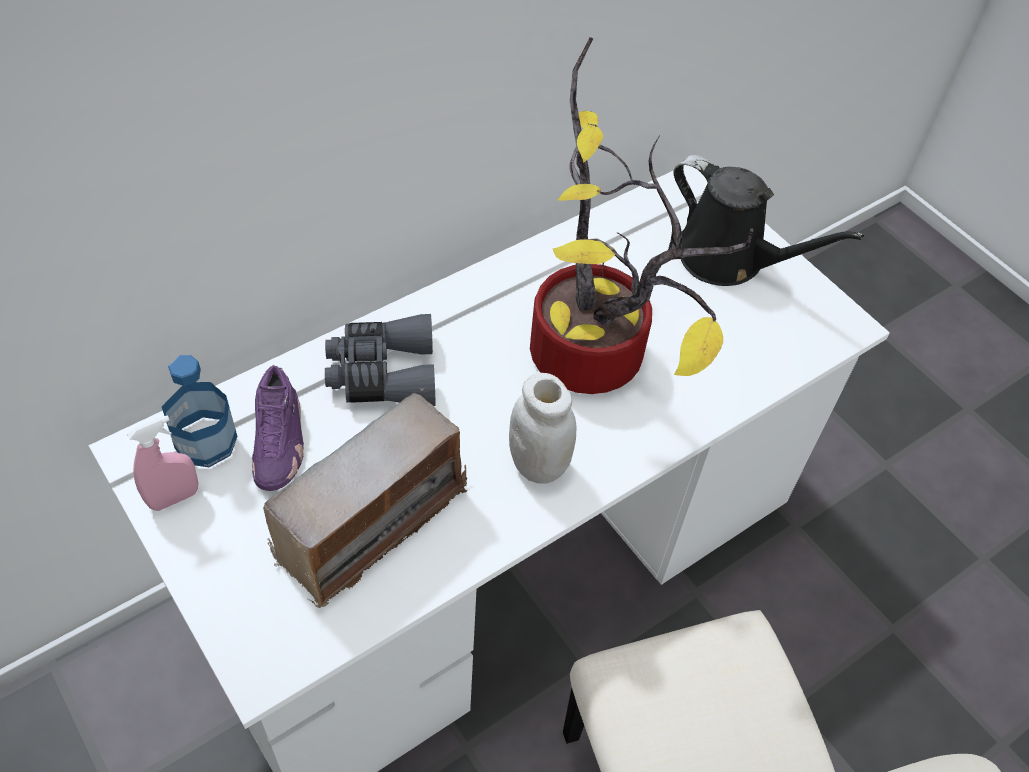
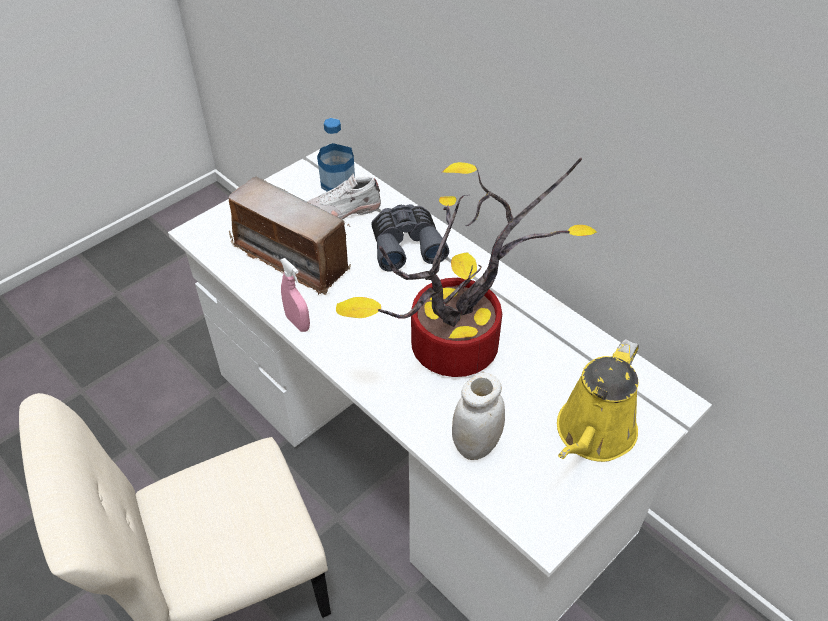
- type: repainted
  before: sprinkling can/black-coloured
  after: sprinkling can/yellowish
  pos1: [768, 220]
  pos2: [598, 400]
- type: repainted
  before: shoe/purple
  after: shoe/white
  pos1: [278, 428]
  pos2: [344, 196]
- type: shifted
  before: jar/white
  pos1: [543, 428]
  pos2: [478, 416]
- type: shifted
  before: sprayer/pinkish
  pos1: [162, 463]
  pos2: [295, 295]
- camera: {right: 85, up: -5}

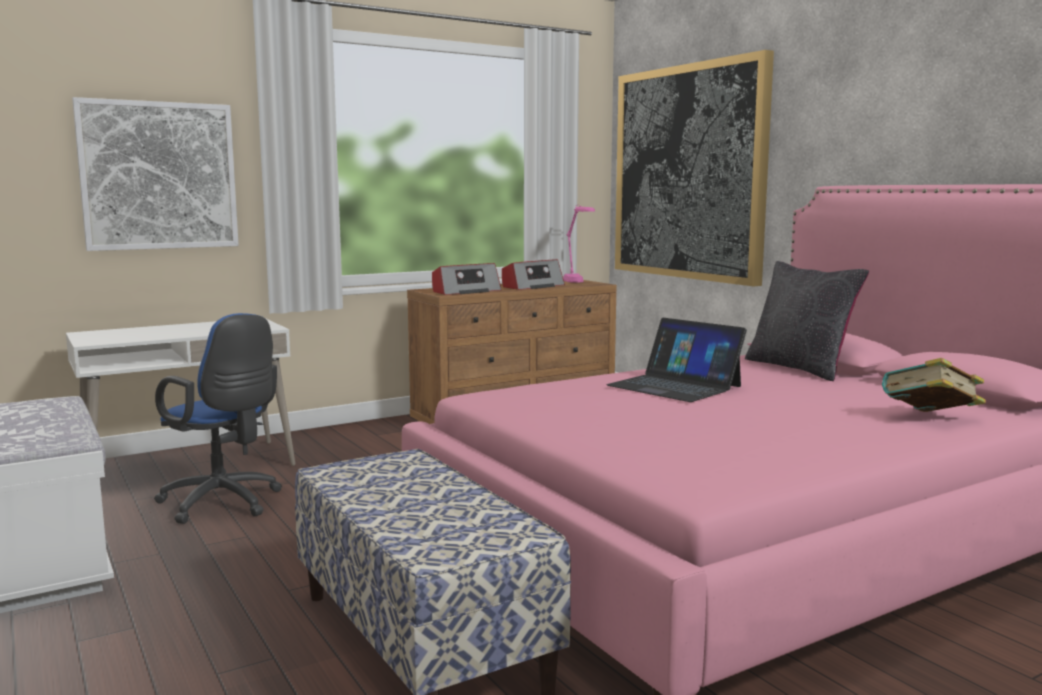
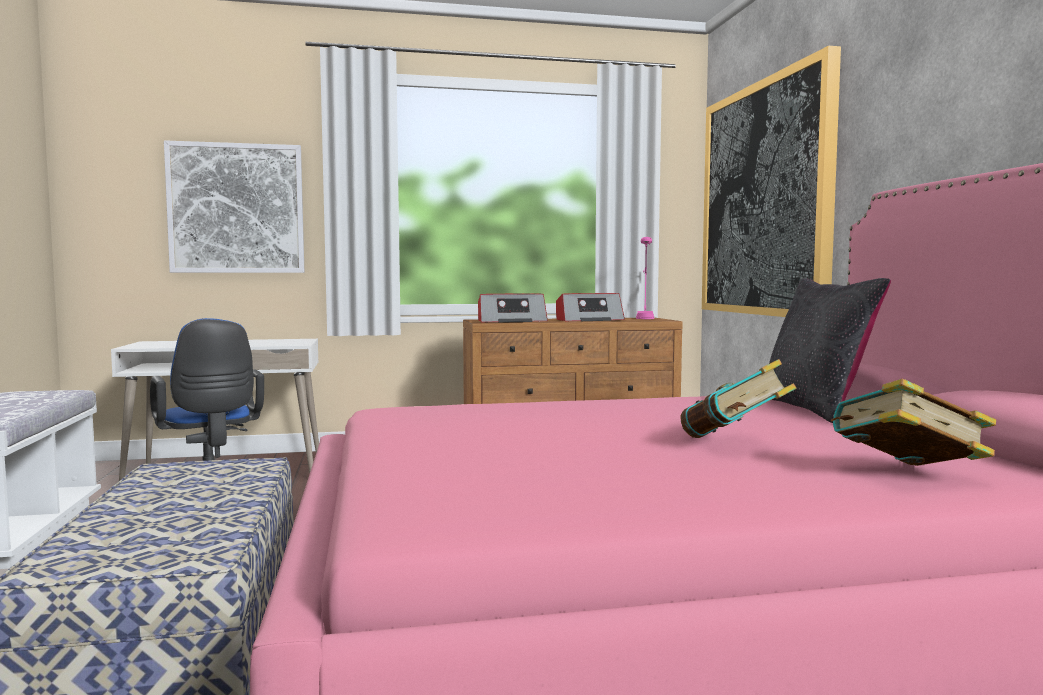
- type: gone
  before: notebook computer
  pos1: [677, 360]
- type: new
  after: book
  pos2: [738, 398]
- camera: {right: 20, up: -5}

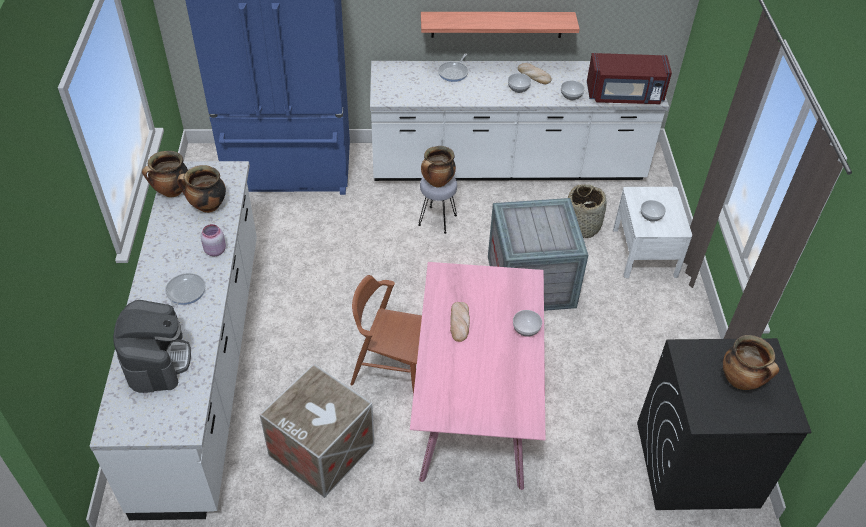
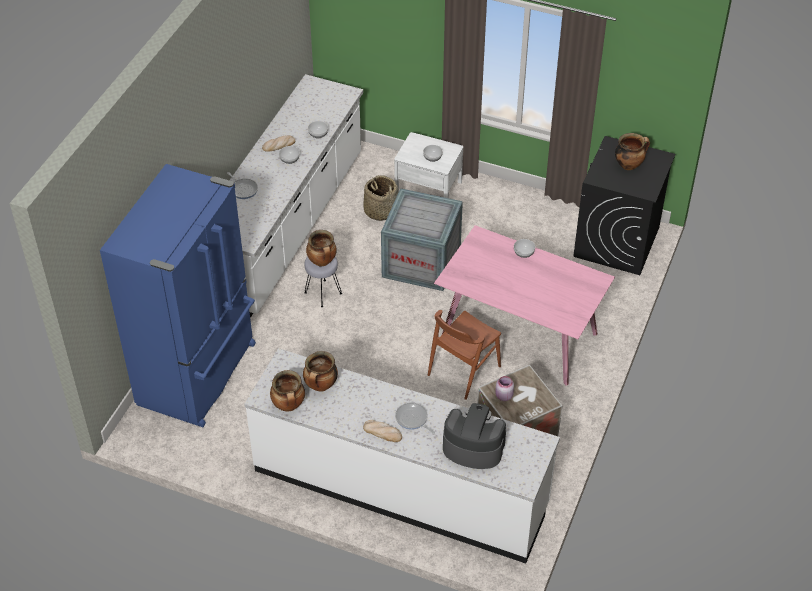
- type: gone
  before: wall shelf
  pos1: [500, 25]
- type: gone
  before: microwave/red-coloured
  pos1: [629, 78]
- type: shifted
  before: jar/pinkish
  pos1: [213, 240]
  pos2: [504, 388]
- type: shifted
  before: bakery bread
  pos1: [460, 322]
  pos2: [382, 431]
- camera: {right: -65, up: 0}

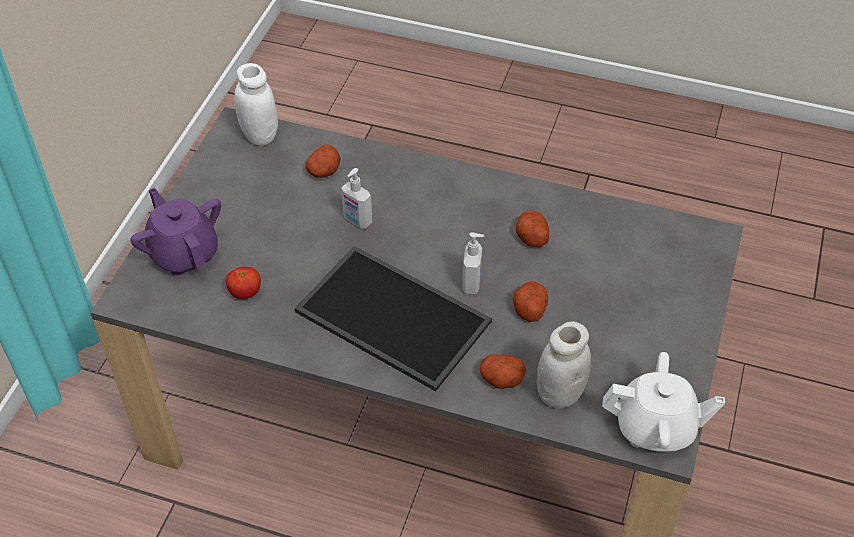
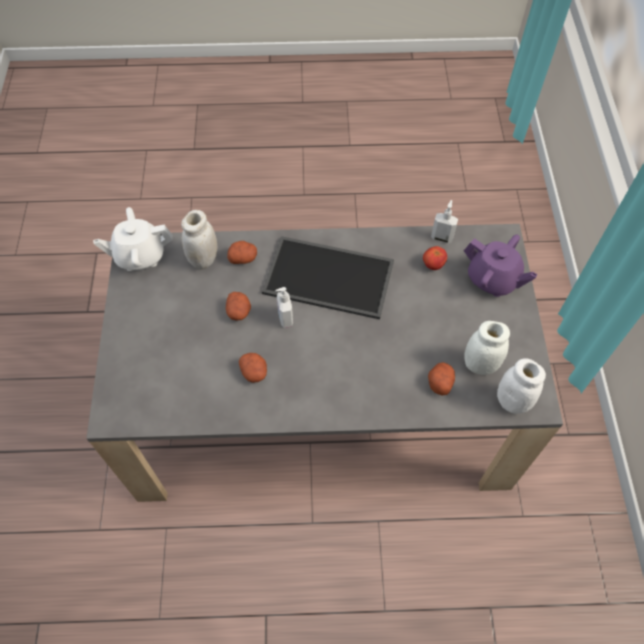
- type: shifted
  before: liquid soap bottle
  pos1: [356, 198]
  pos2: [444, 221]
- type: new
  after: jar/white
  pos2: [487, 348]
- camera: {right: 160, up: 10}

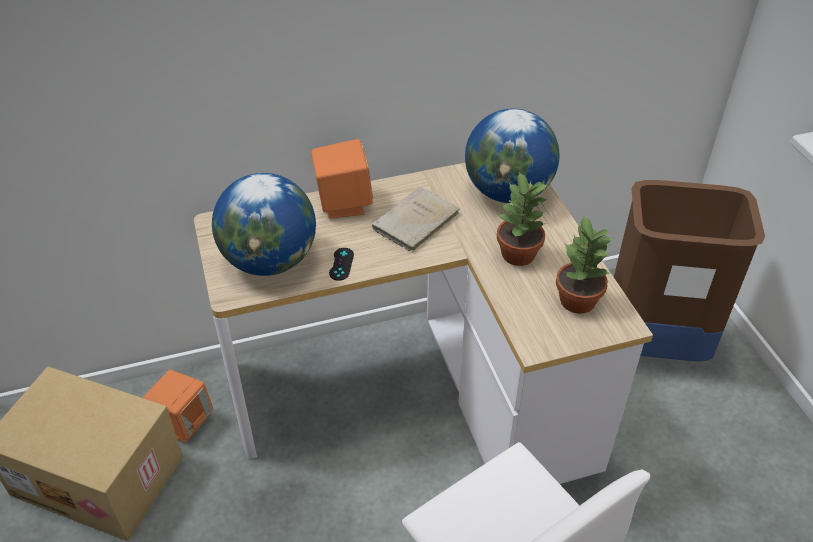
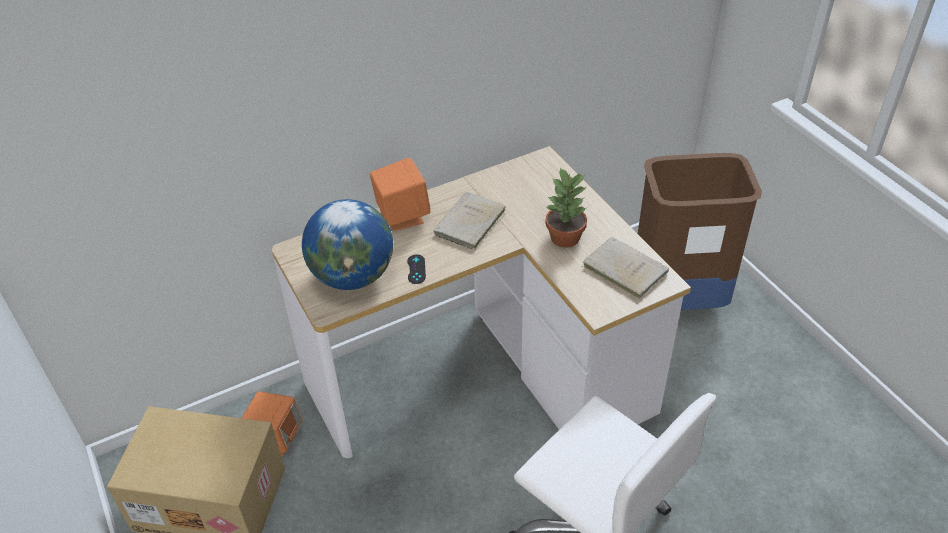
- type: gone
  before: world globe
  pos1: [512, 156]
- type: swapped
  before: potted plant
  after: book/beige
  pos1: [585, 265]
  pos2: [625, 268]
- camera: {right: -10, up: 0}

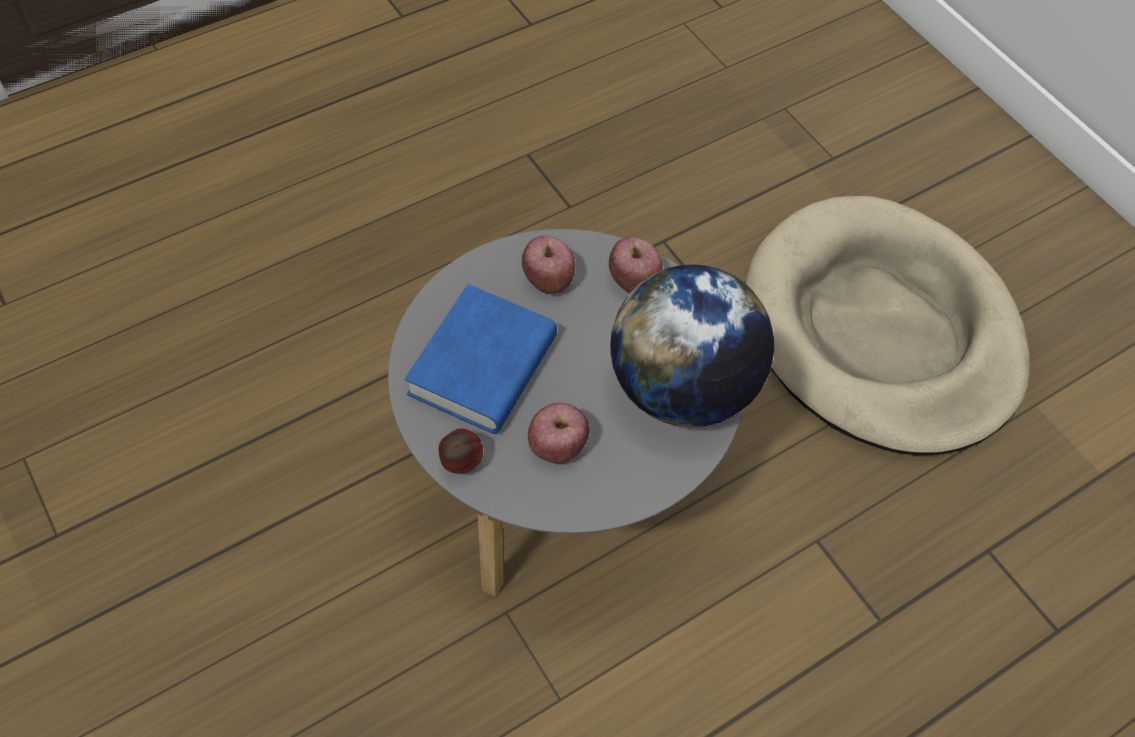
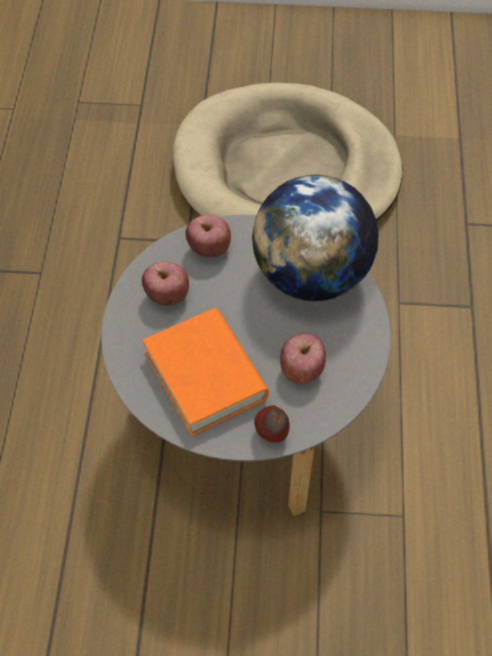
- type: repainted
  before: book/blue
  after: book/orangey
  pos1: [481, 359]
  pos2: [205, 372]
- camera: {right: -50, up: 0}

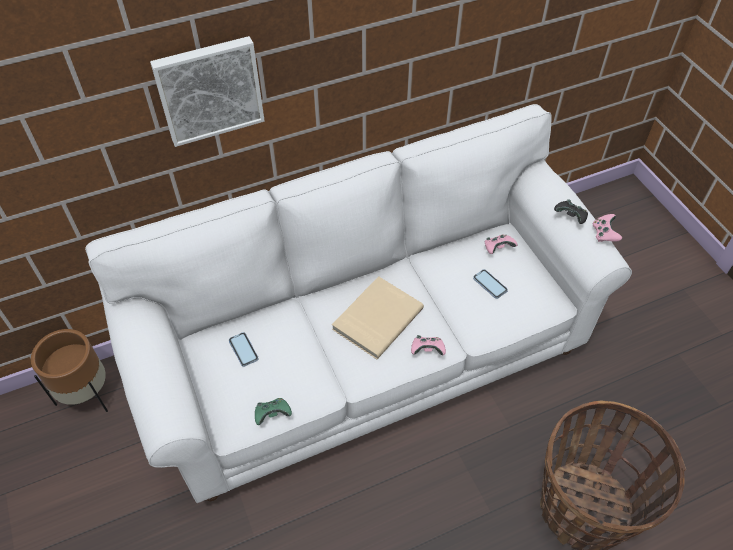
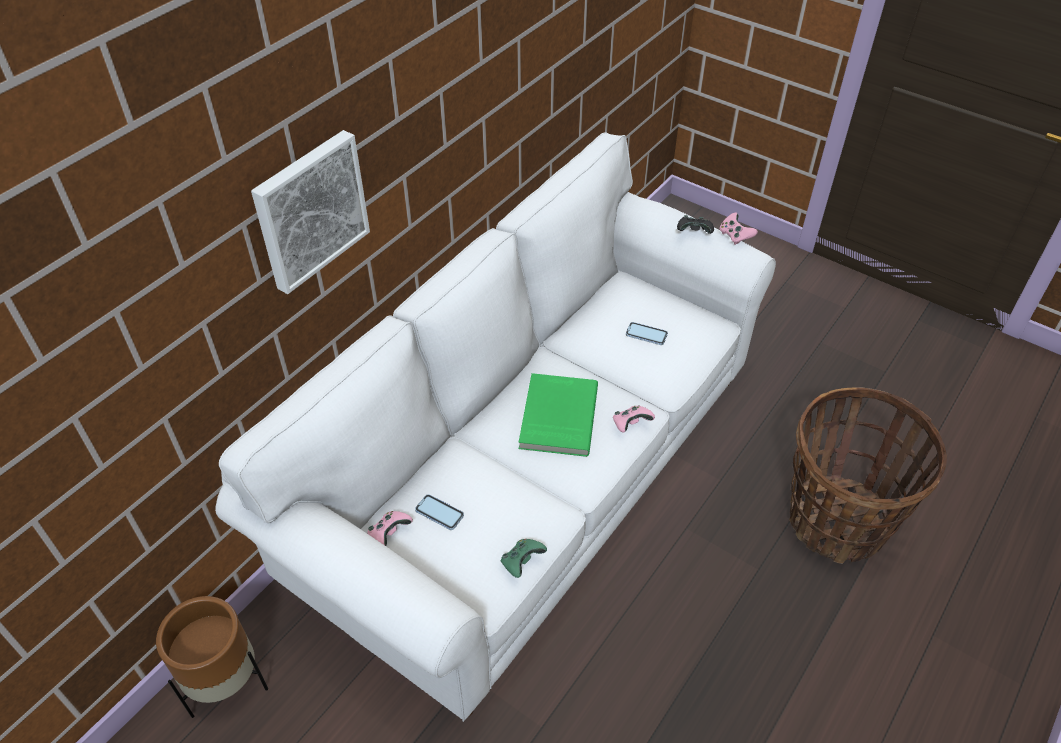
- type: shifted
  before: game controller/pinkish
  pos1: [500, 244]
  pos2: [390, 528]
- type: repainted
  before: book/beige
  after: book/green
  pos1: [378, 317]
  pos2: [558, 415]
- camera: {right: -30, up: -5}

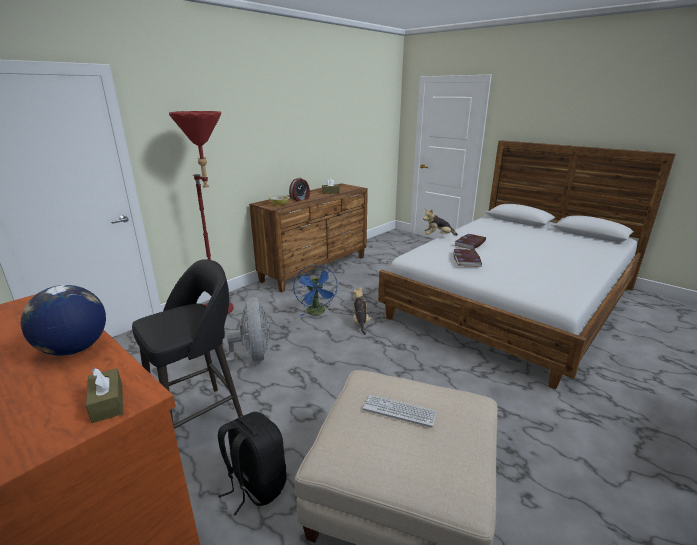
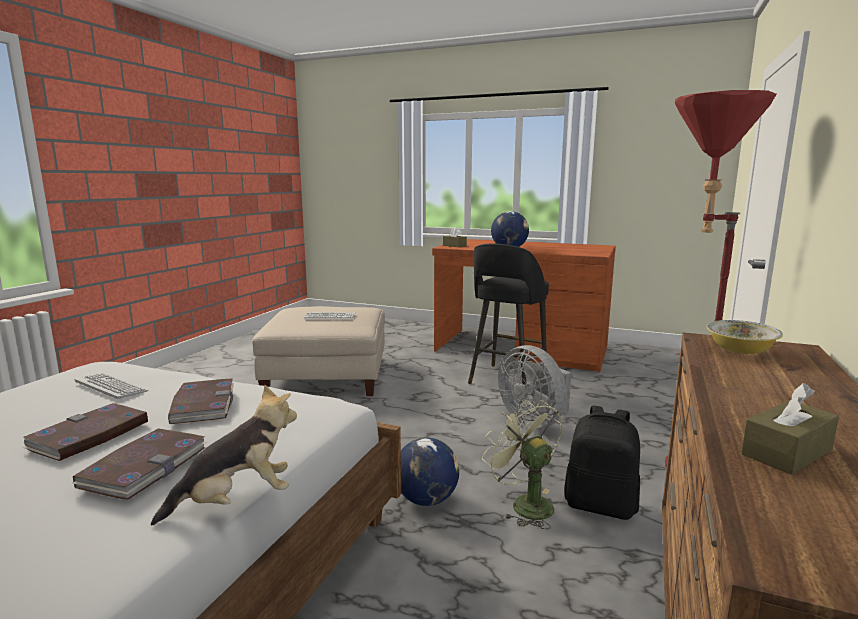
- type: gone
  before: bedside clock
  pos1: [299, 189]
- type: repainted
  before: fan/blue
  after: fan/green
  pos1: [315, 290]
  pos2: [522, 464]
- type: swapped
  before: soft toy
  after: world globe
  pos1: [362, 311]
  pos2: [430, 472]
- type: shifted
  before: rucksack/black-coloured
  pos1: [252, 464]
  pos2: [602, 463]
- type: new
  after: keyboard
  pos2: [112, 386]
- type: new
  after: book
  pos2: [85, 432]
- camera: {right: 160, up: -10}

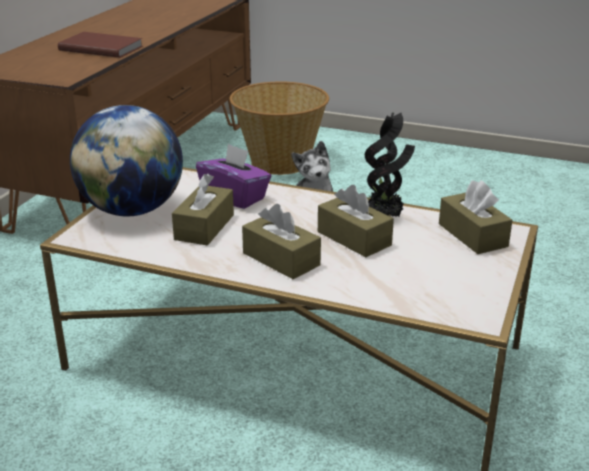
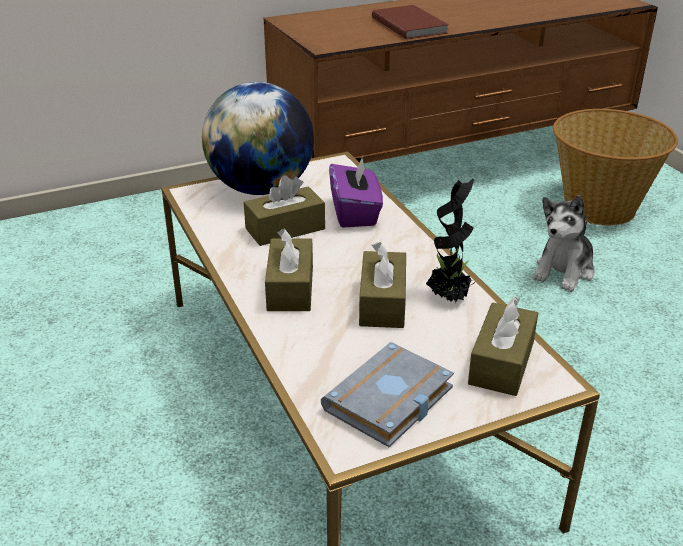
- type: new
  after: book/greyish
  pos2: [387, 394]
- camera: {right: 45, up: 5}

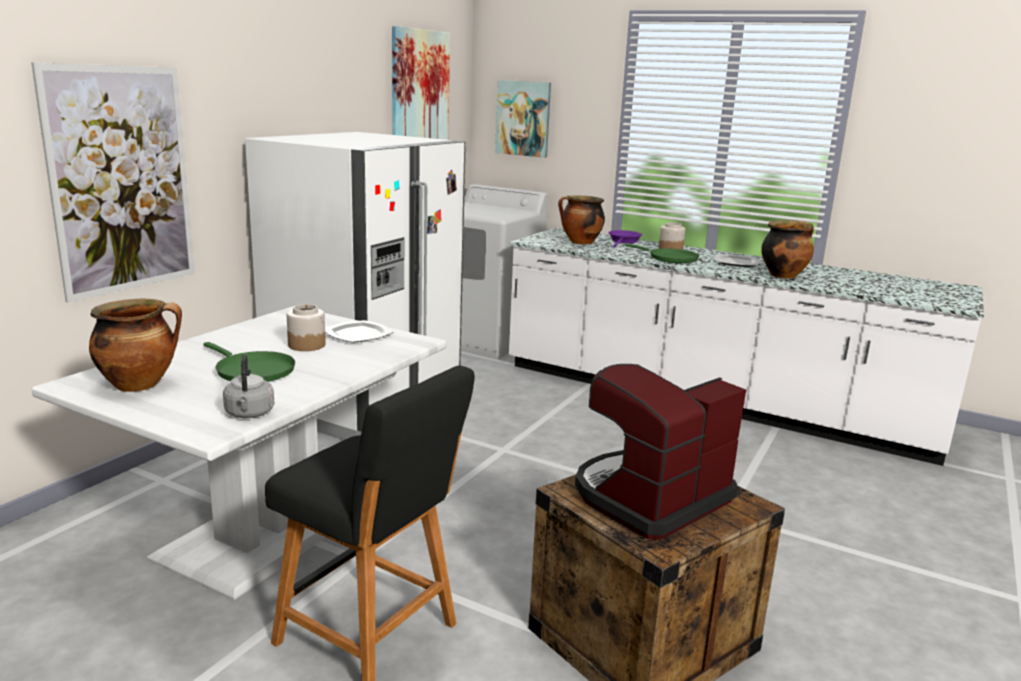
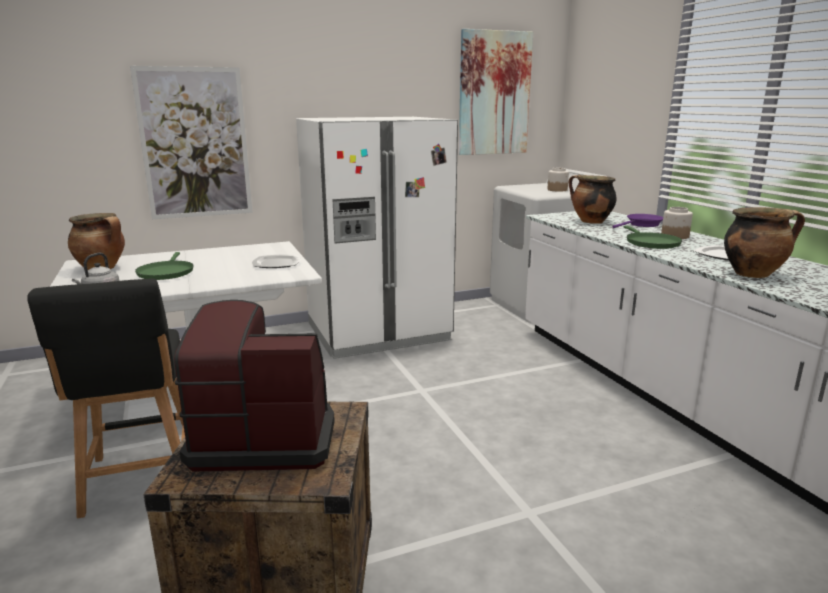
- type: gone
  before: wall picture
  pos1: [523, 119]
- type: shifted
  before: jar
  pos1: [306, 327]
  pos2: [558, 180]
- camera: {right: 40, up: 0}

